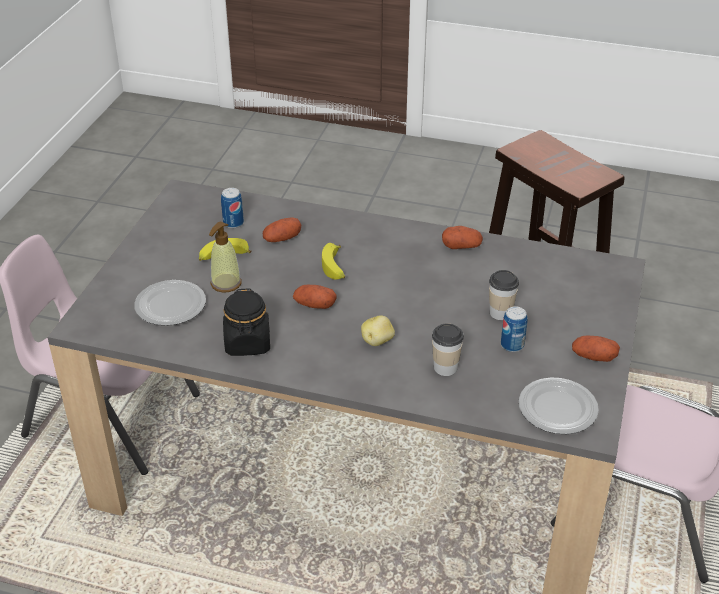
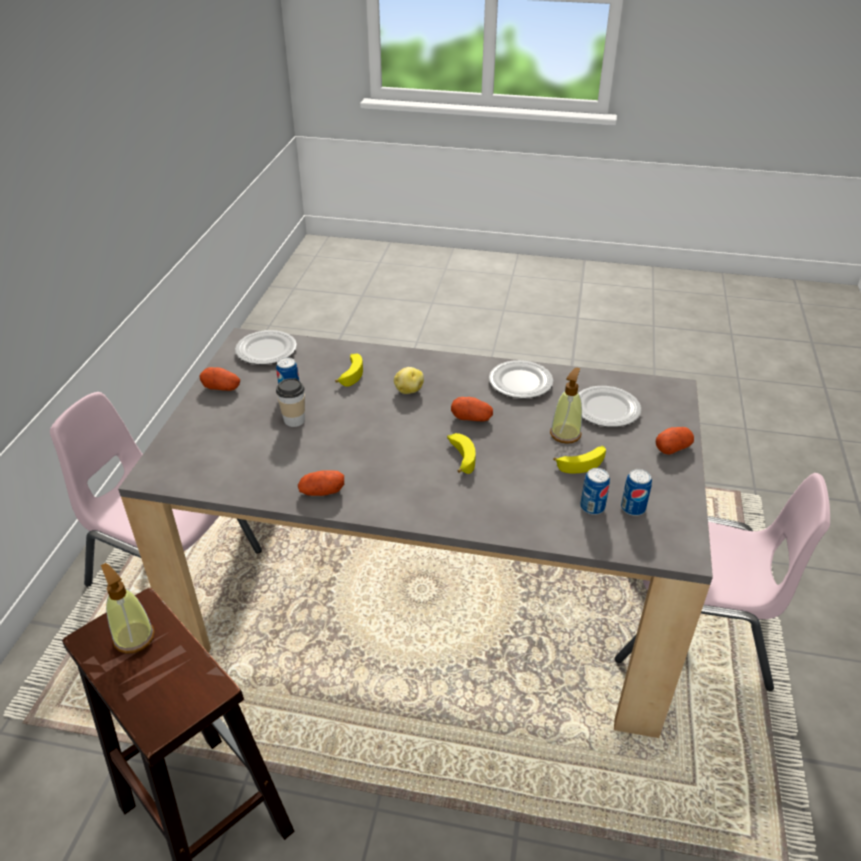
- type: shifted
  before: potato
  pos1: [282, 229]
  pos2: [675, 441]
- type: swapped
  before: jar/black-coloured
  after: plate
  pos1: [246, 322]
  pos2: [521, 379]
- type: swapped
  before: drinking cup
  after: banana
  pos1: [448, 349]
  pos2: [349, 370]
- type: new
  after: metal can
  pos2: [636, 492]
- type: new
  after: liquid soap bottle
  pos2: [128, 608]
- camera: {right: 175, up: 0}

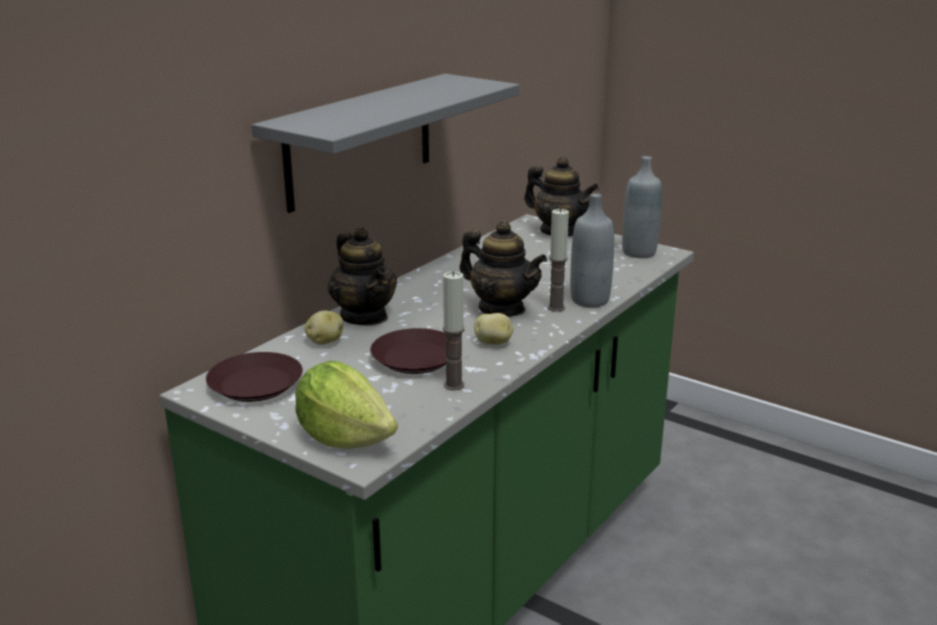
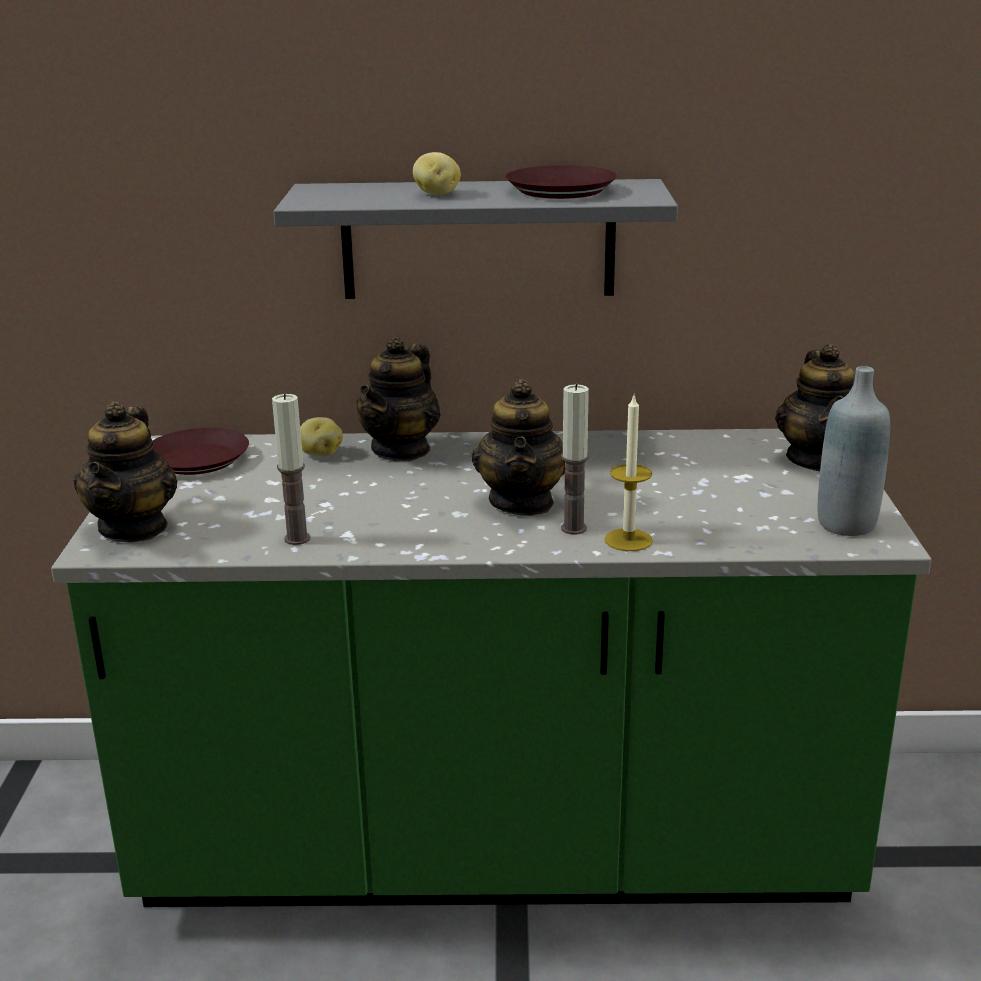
- type: swapped
  before: beverage bottle/greyish
  after: candle
  pos1: [592, 250]
  pos2: [629, 473]
- type: shifted
  before: potato
  pos1: [493, 329]
  pos2: [437, 173]
- type: shifted
  before: plate/brownish
  pos1: [408, 351]
  pos2: [561, 182]
- type: swapped
  before: lettuce
  after: tea pot
  pos1: [346, 405]
  pos2: [126, 471]
- camera: {right: 55, up: 0}

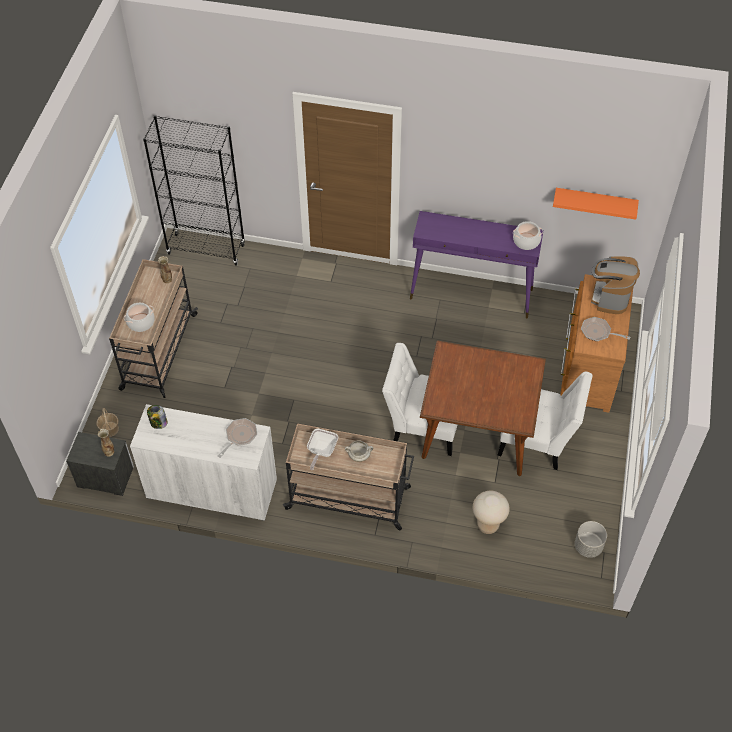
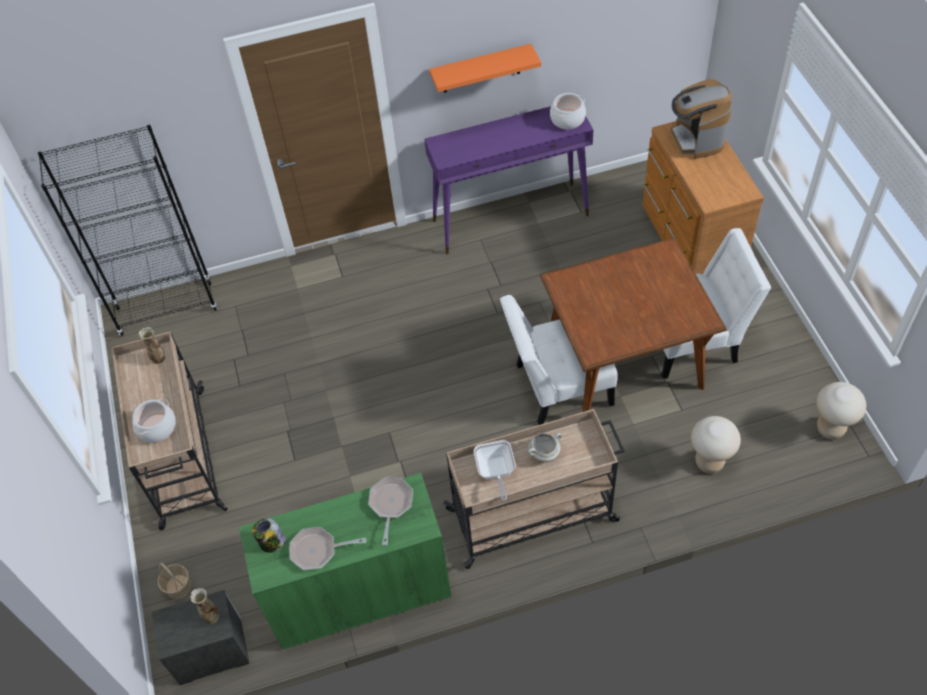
- type: shifted
  before: wall shelf/orangey
  pos1: [596, 204]
  pos2: [485, 68]
- type: shifted
  before: pan
  pos1: [605, 329]
  pos2: [327, 548]
- type: repainted
  before: cabinet/white
  after: cabinet/green
  pos1: [203, 462]
  pos2: [345, 561]
- type: swapped
  before: plant pot/greyish
  after: stool seat/beige
  pos1: [591, 539]
  pos2: [841, 411]
- camera: {right: -25, up: 0}

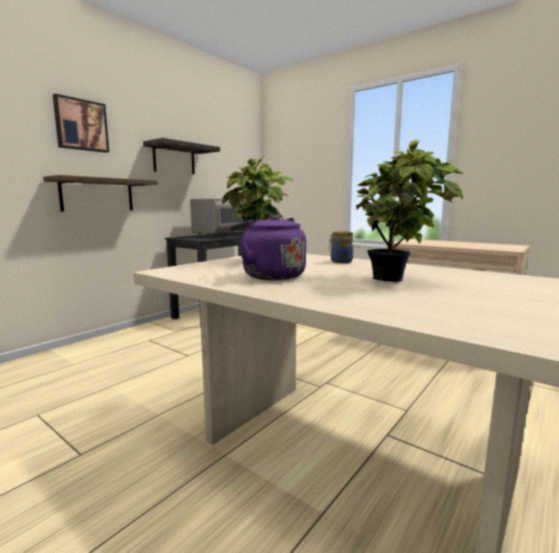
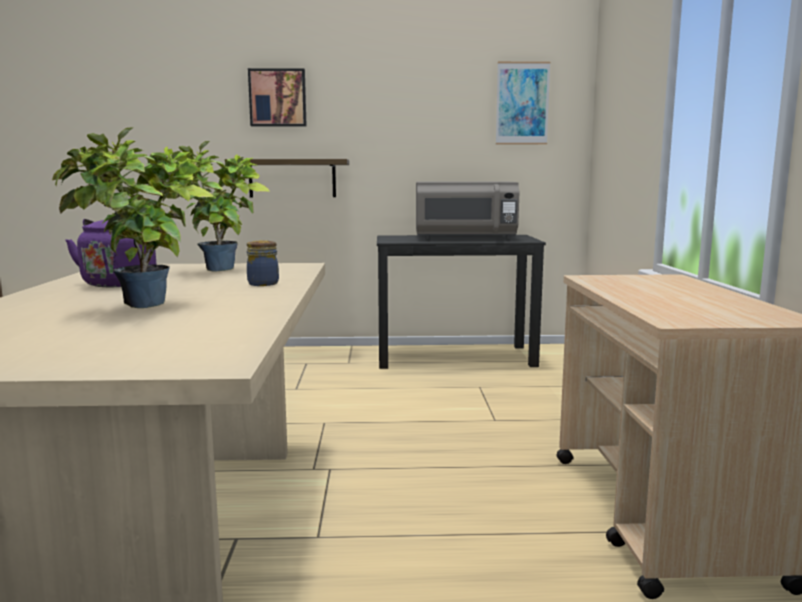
- type: gone
  before: wall shelf
  pos1: [181, 156]
- type: new
  after: wall picture
  pos2: [523, 103]
- camera: {right: 50, up: 0}

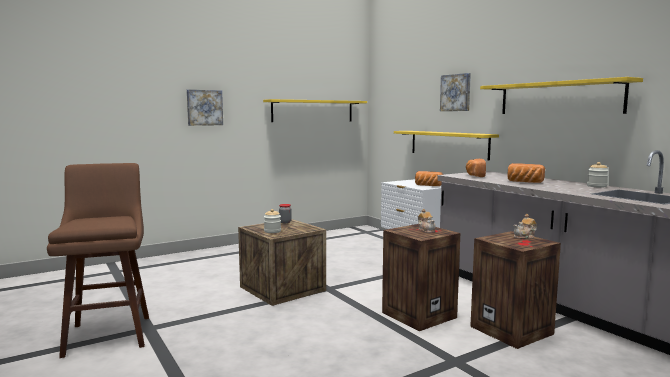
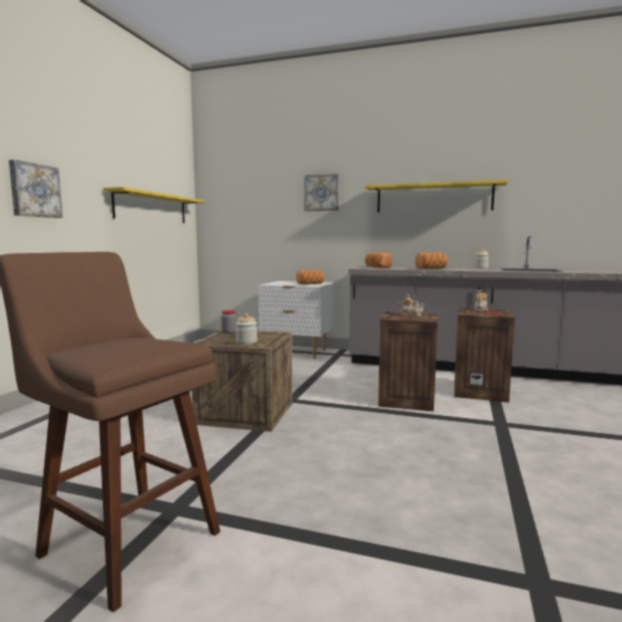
- type: gone
  before: wall shelf/yellowish
  pos1: [446, 146]
- camera: {right: -40, up: 0}

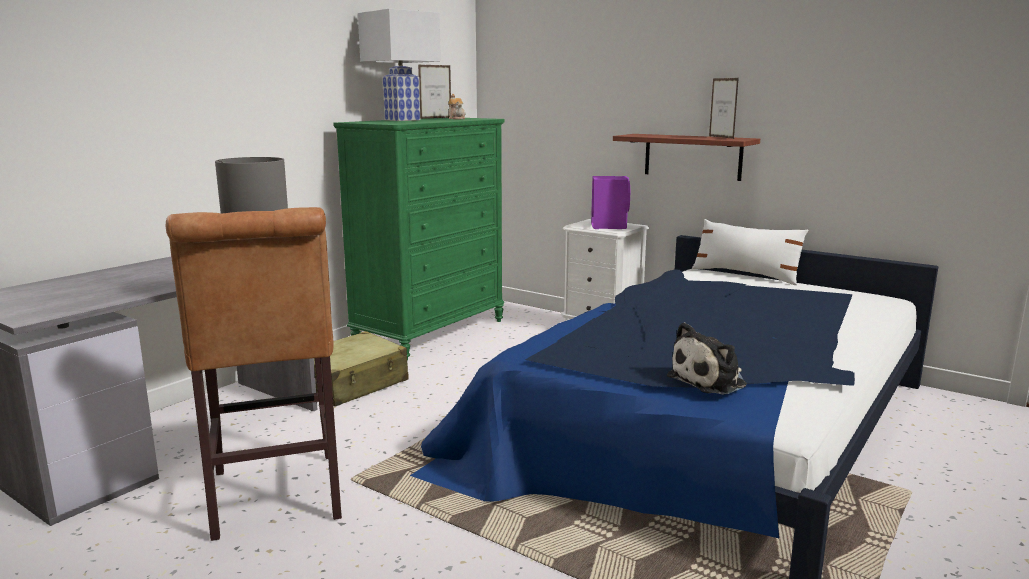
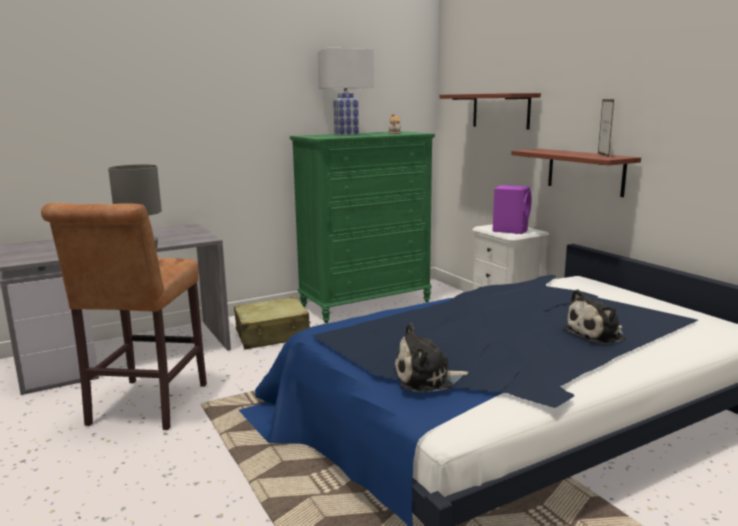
- type: gone
  before: picture frame
  pos1: [434, 92]
- type: gone
  before: cushion/white
  pos1: [750, 252]
- type: new
  after: wall shelf
  pos2: [490, 111]
- type: new
  after: soft toy
  pos2: [594, 317]
- camera: {right: 25, up: 0}

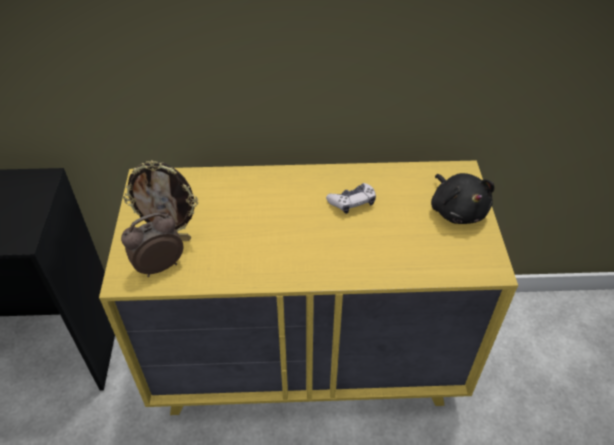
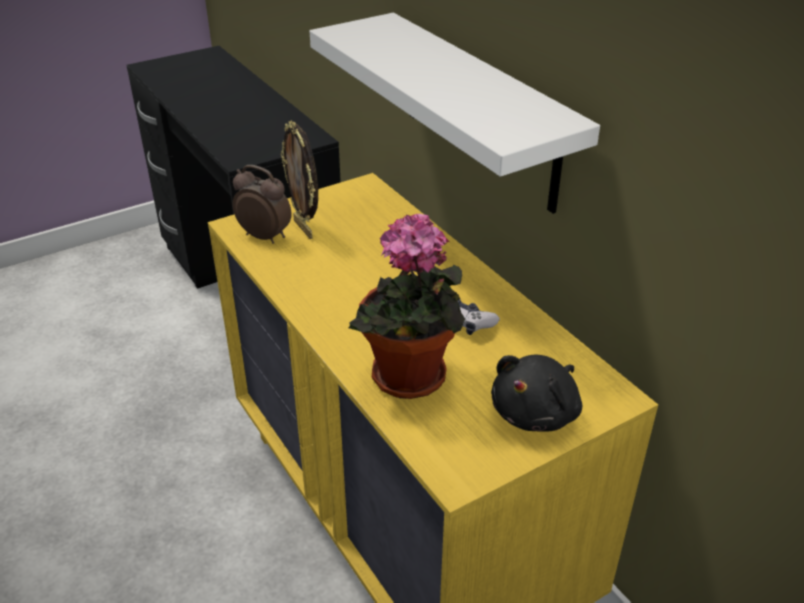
- type: new
  after: wall shelf/white
  pos2: [455, 113]
- type: new
  after: potted plant
  pos2: [407, 306]
- camera: {right: 60, up: -10}

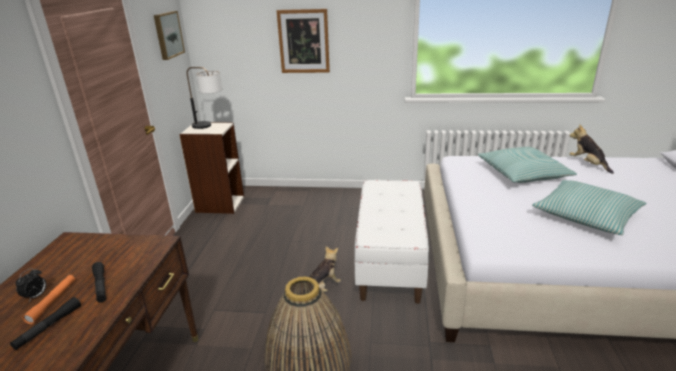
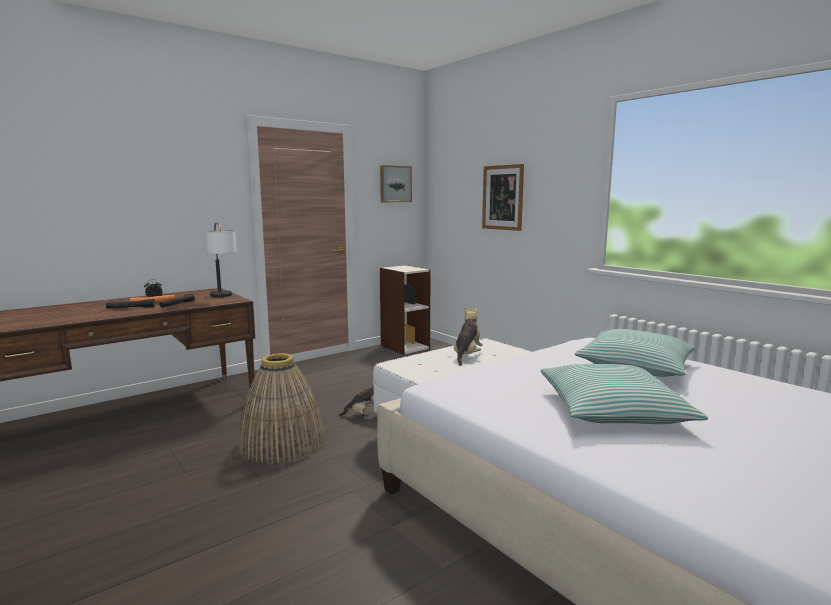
- type: shifted
  before: table lamp
  pos1: [204, 98]
  pos2: [221, 260]
- type: shifted
  before: soft toy
  pos1: [592, 149]
  pos2: [468, 337]
- camera: {right: 45, up: -15}

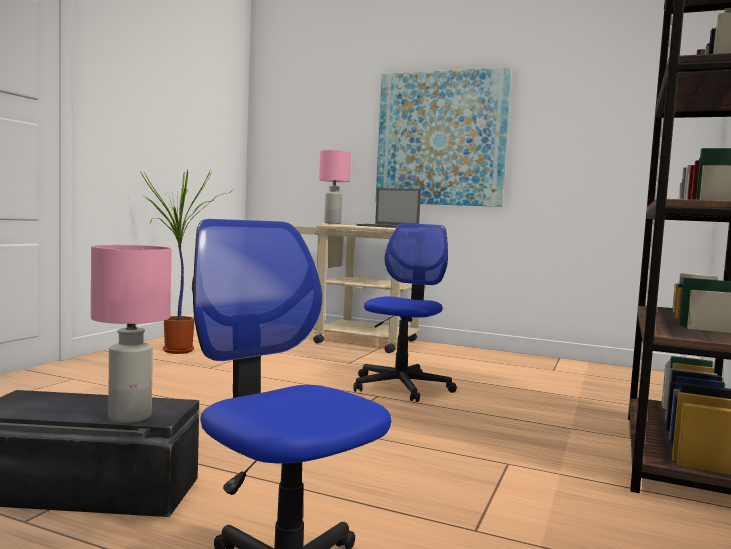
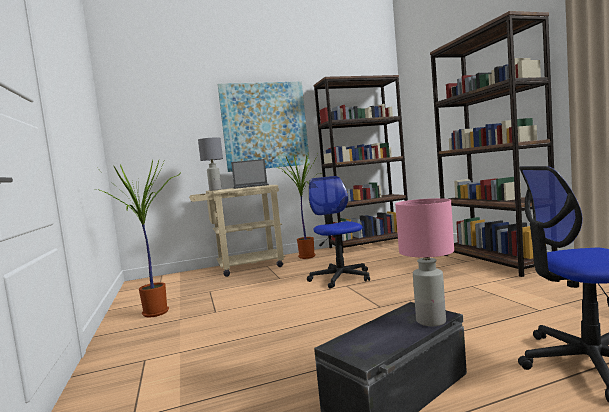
- type: repainted
  before: table lamp/pinkish
  after: table lamp/greyish
  pos1: [335, 187]
  pos2: [210, 164]
- type: new
  after: shelving unit/brownish
  pos2: [361, 164]
- type: new
  after: potted plant
  pos2: [299, 206]
- camera: {right: -40, up: 0}

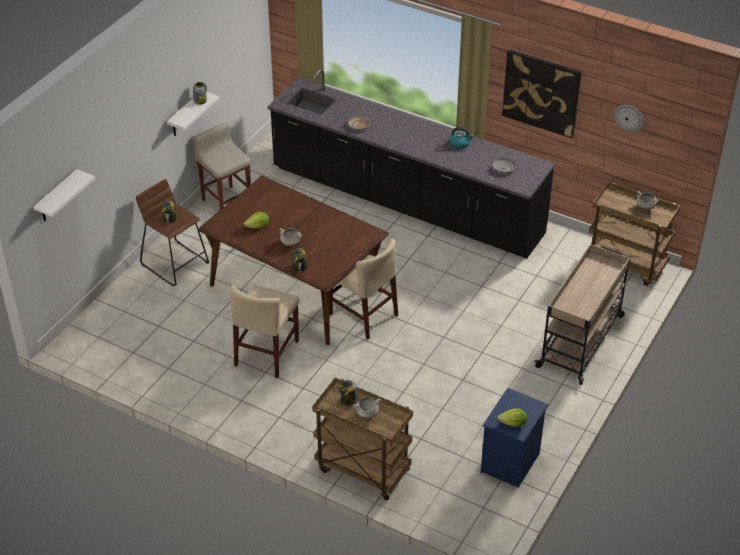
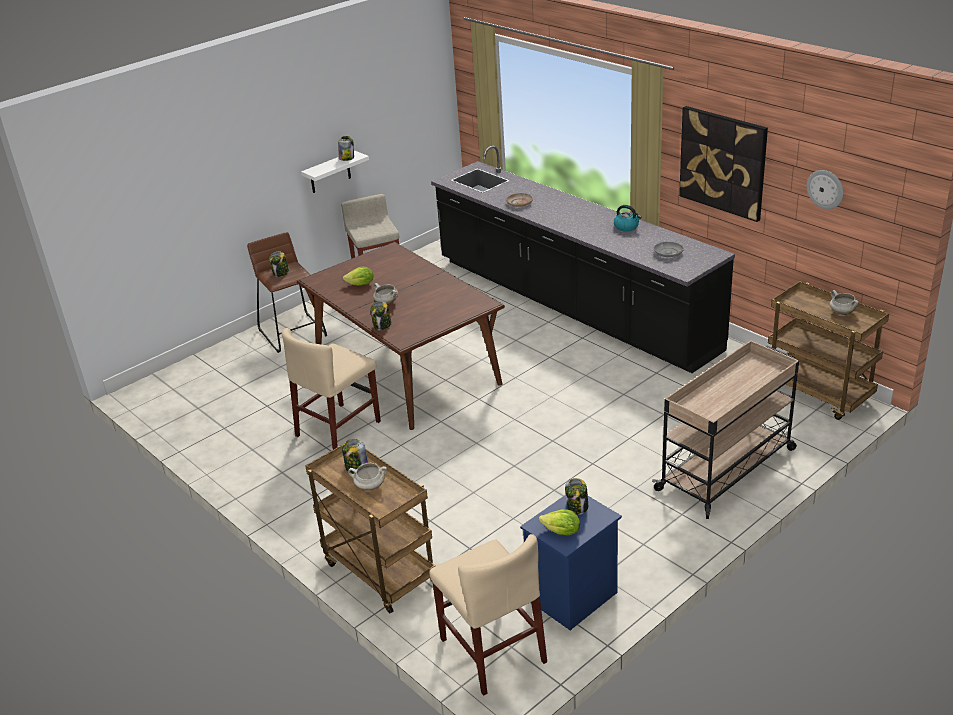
- type: gone
  before: wall shelf/white
  pos1: [64, 195]
- type: shifted
  before: upright chair/beige
  pos1: [363, 288]
  pos2: [488, 615]
- type: new
  after: jar
  pos2: [576, 496]
- camera: {right: 20, up: -10}

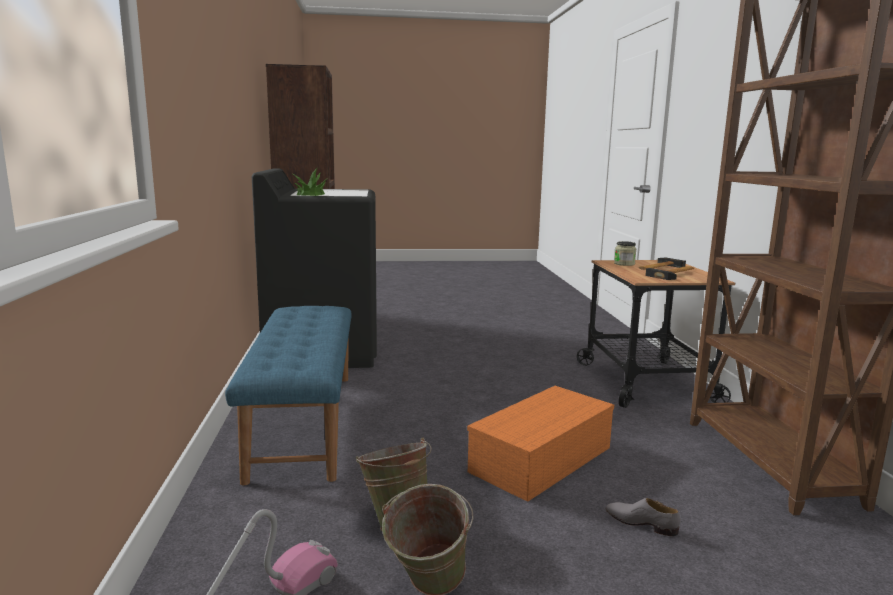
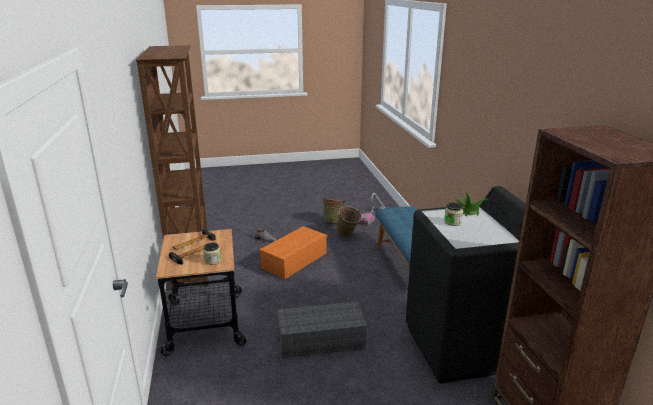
- type: new
  after: jar
  pos2: [453, 214]
- type: new
  after: storage container/greyish
  pos2: [322, 329]
- camera: {right: 175, up: 10}

